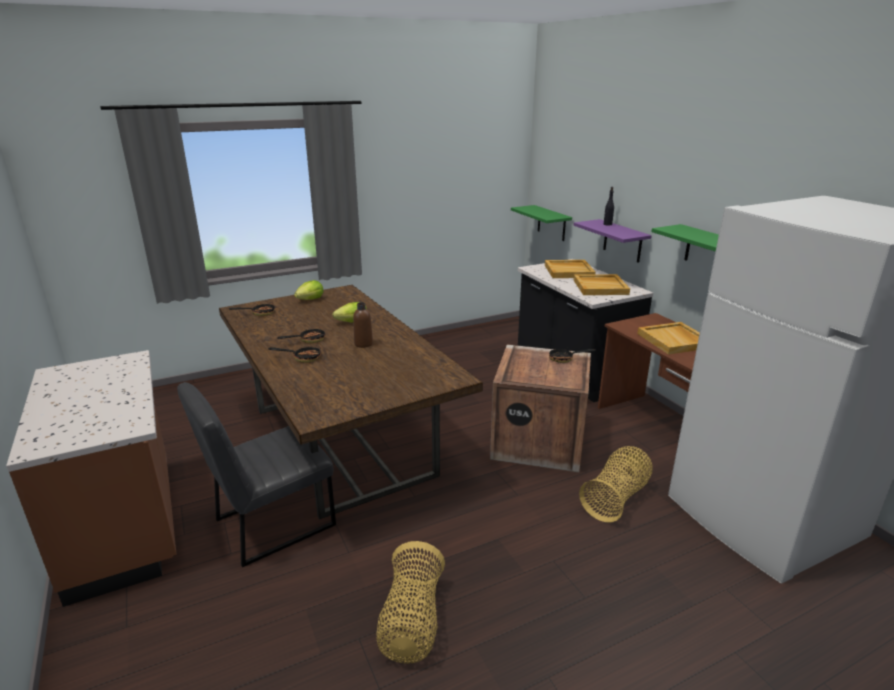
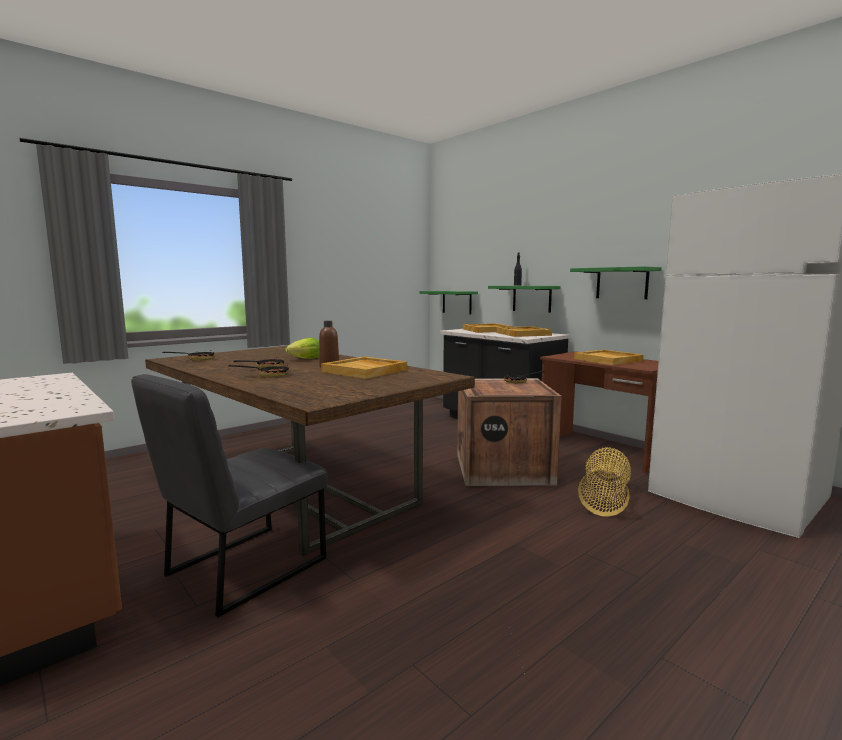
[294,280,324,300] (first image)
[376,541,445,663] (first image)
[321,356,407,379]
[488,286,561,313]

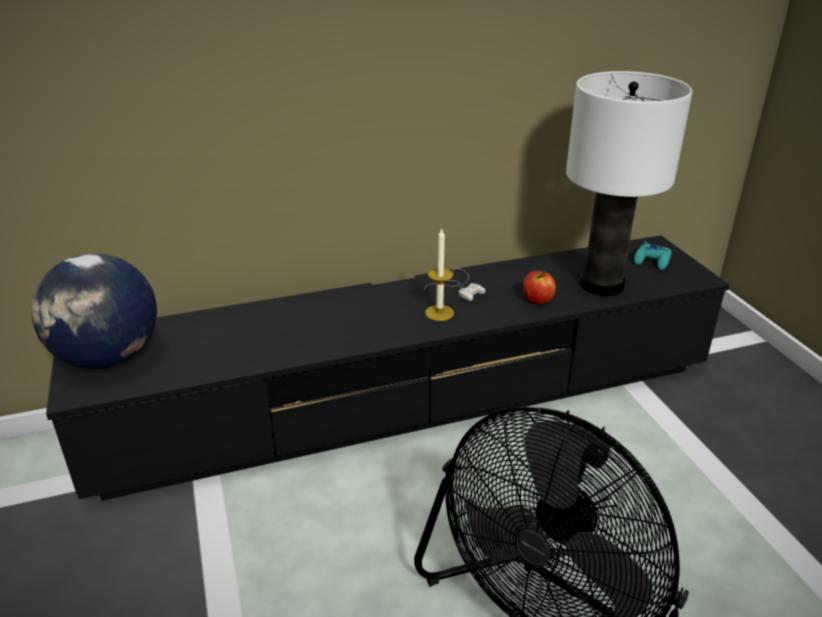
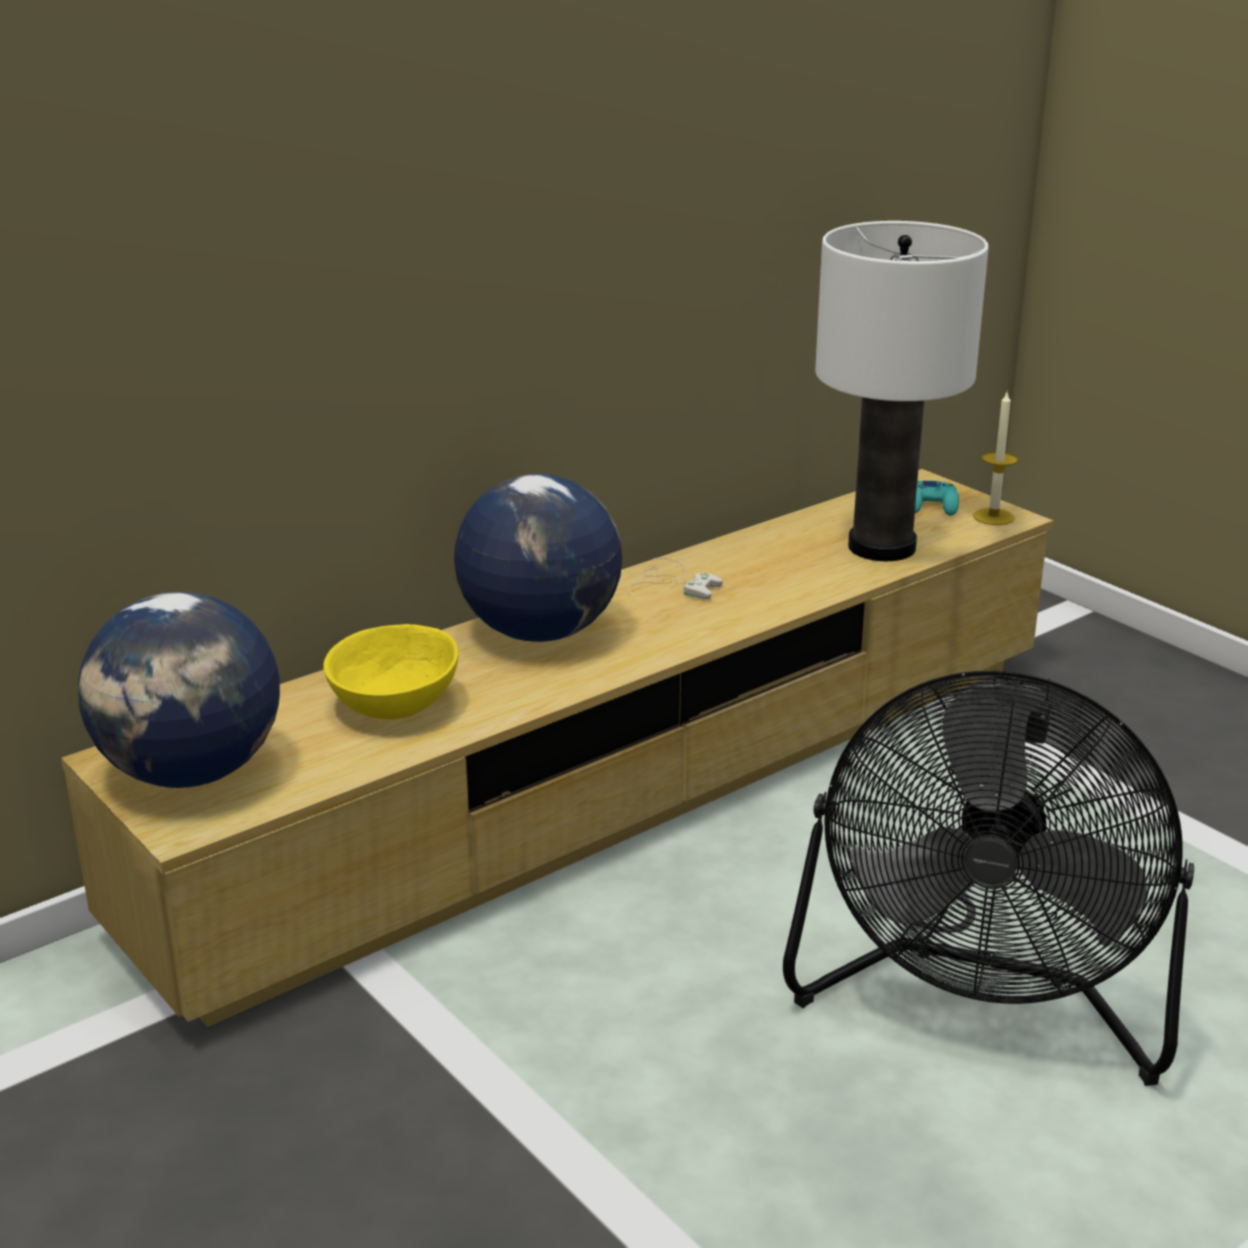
[523,271,556,304] (first image)
[323,624,459,719]
[454,474,622,642]
[973,392,1018,525]
[61,469,1053,1027]

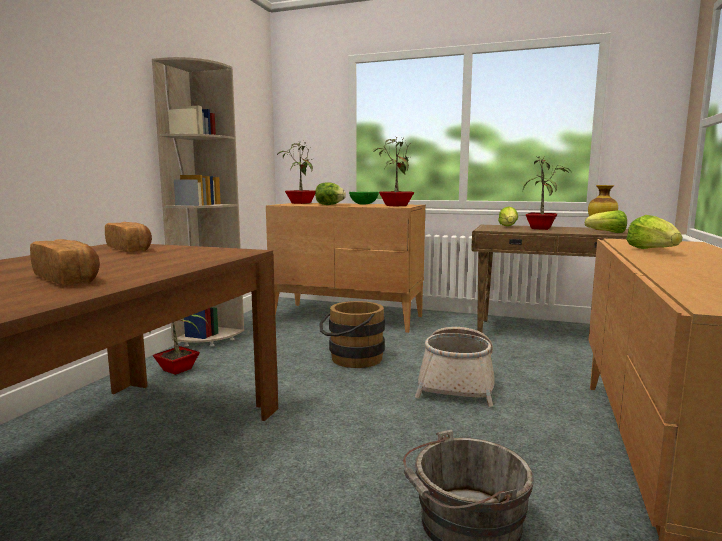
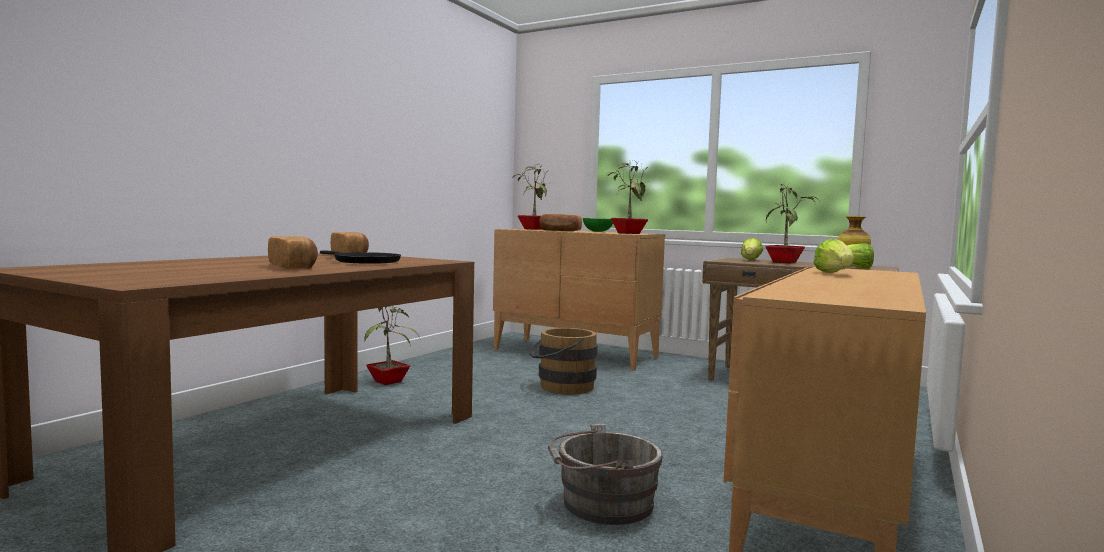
[152,57,244,347] (first image)
[415,327,494,407] (first image)
[320,251,401,264]
[540,214,582,231]

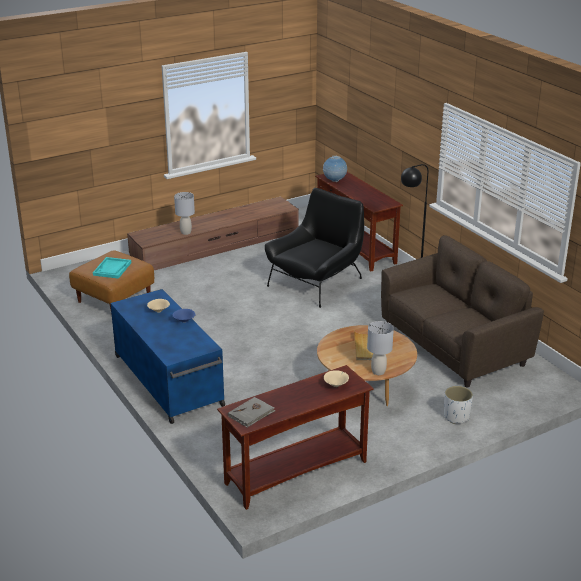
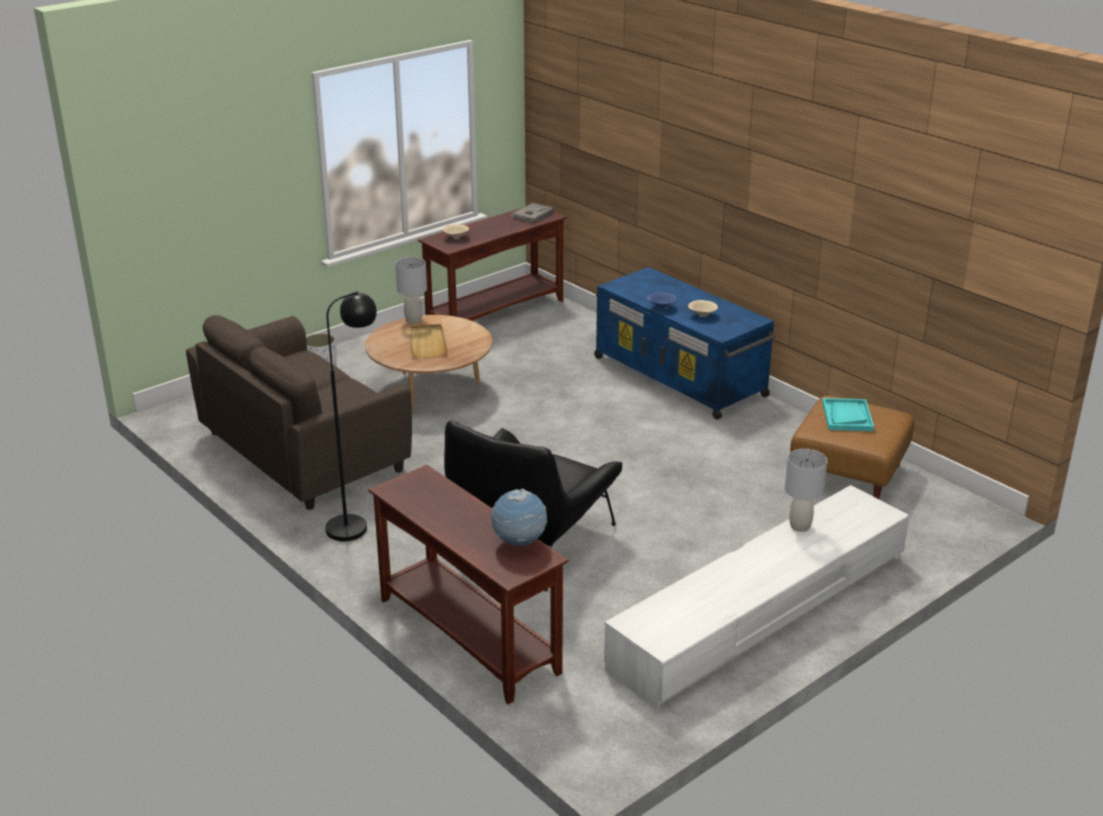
[604,485,909,710]

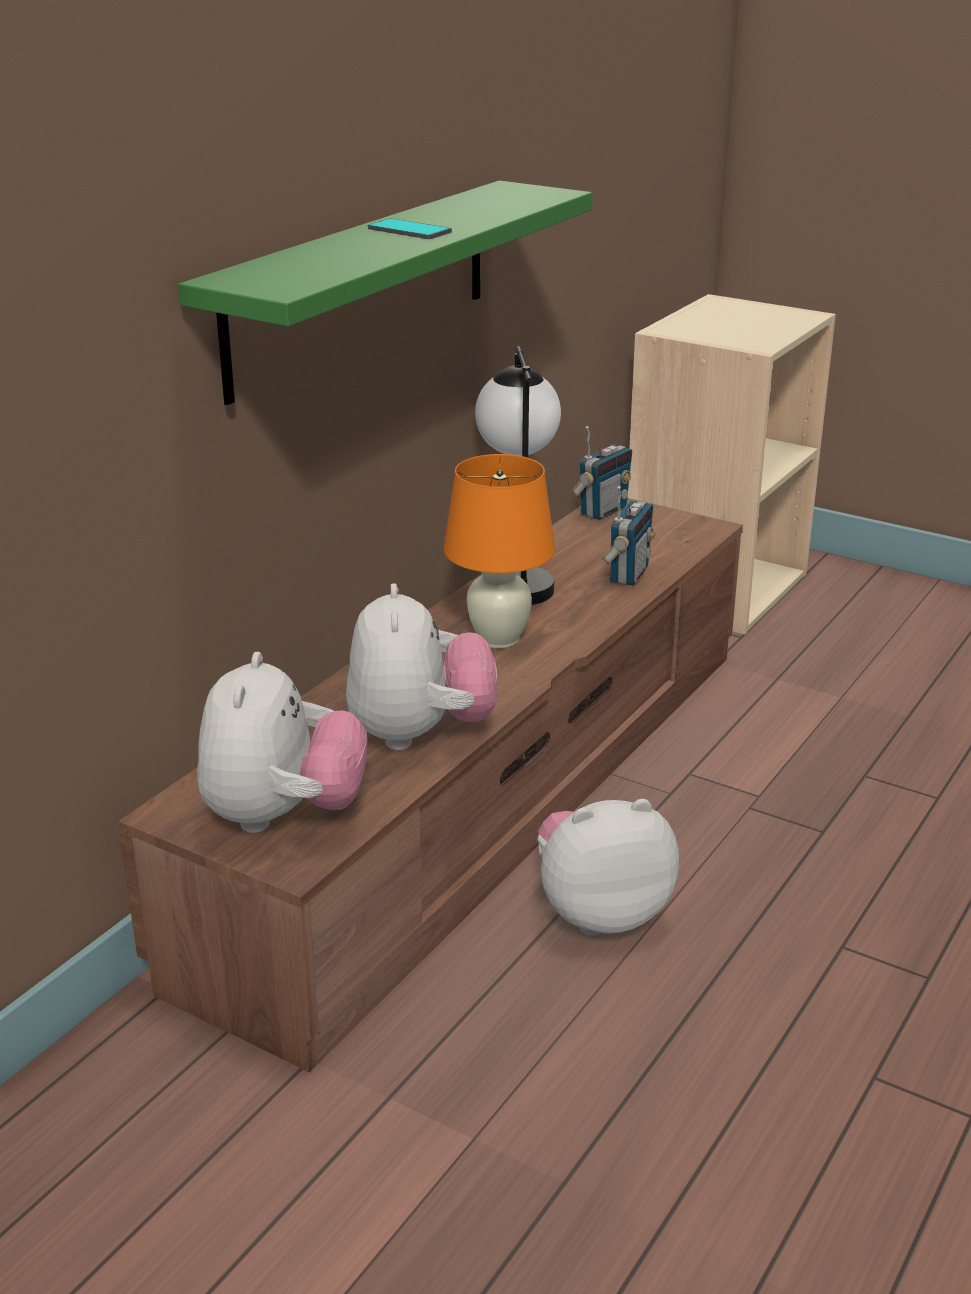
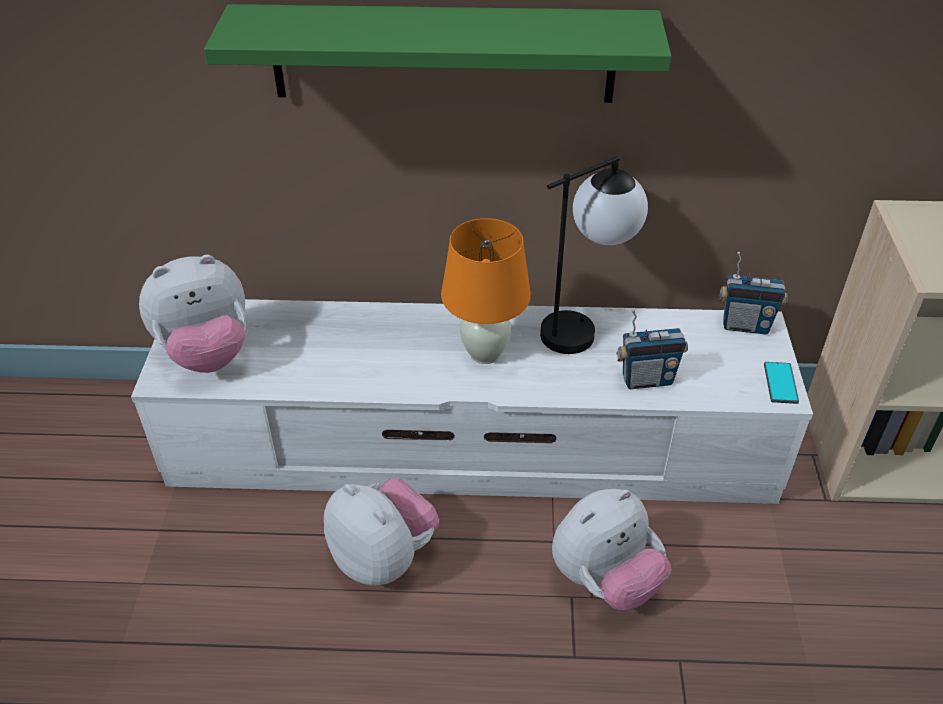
[552,489,672,611]
[764,362,799,404]
[131,299,813,504]

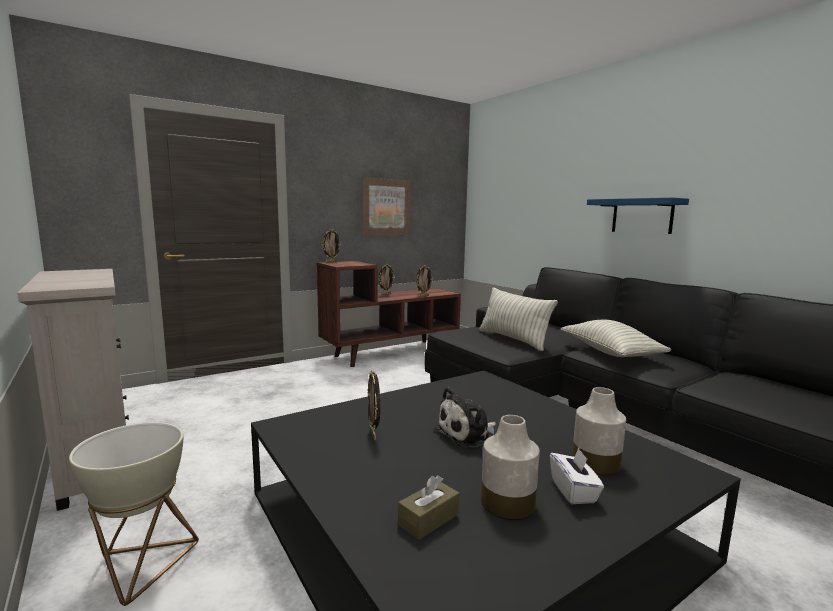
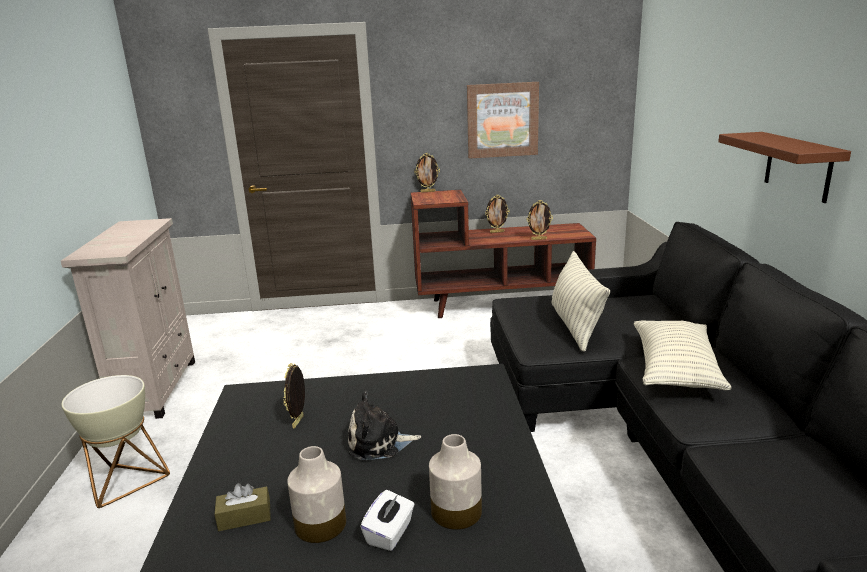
[718,132,851,203]

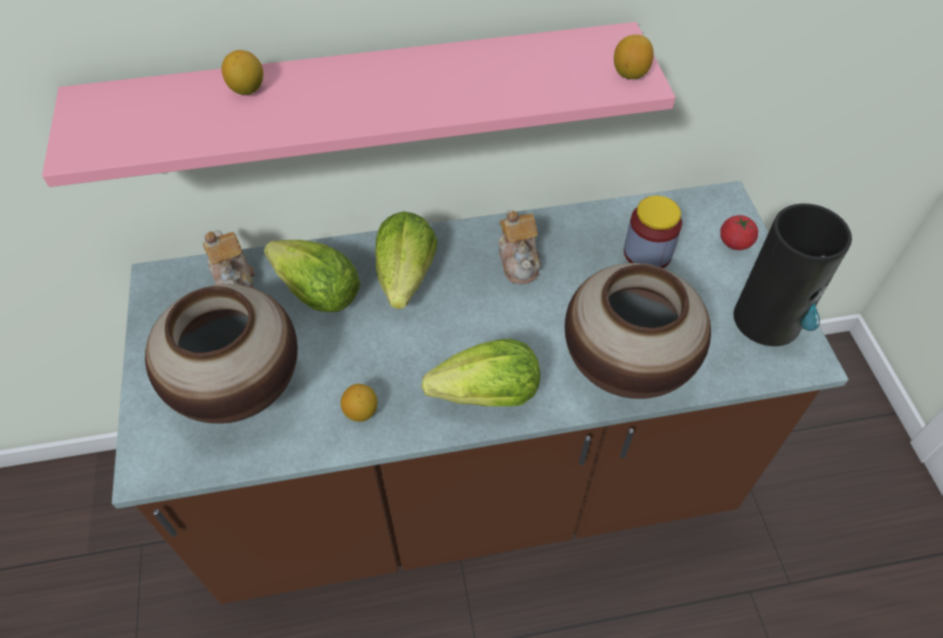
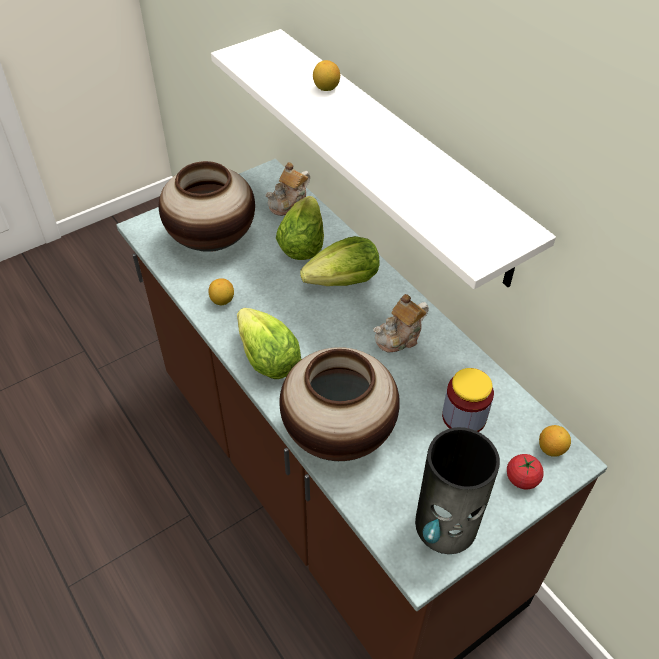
[539,425,571,457]
[211,29,556,289]

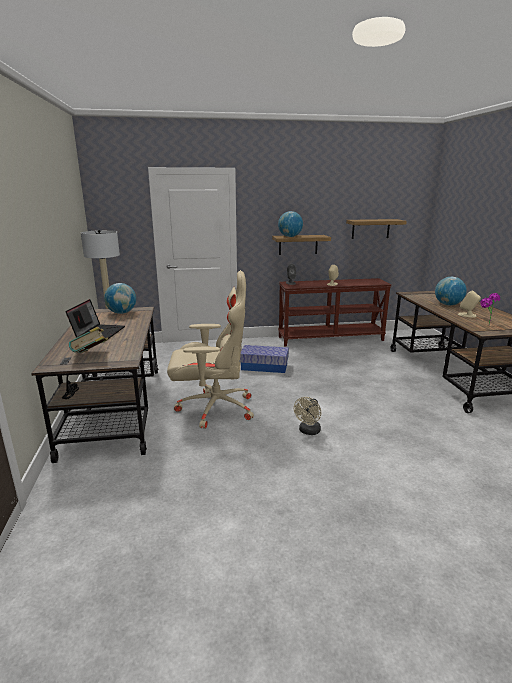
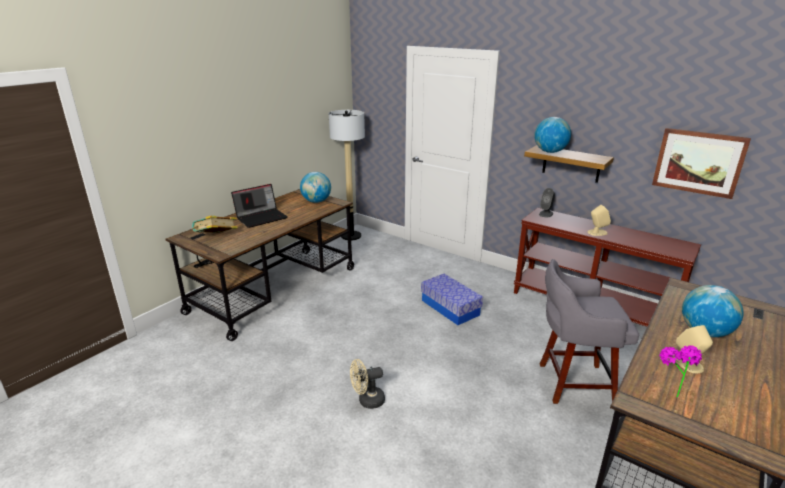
[167,270,254,429] (first image)
[540,259,639,404]
[652,128,751,199]

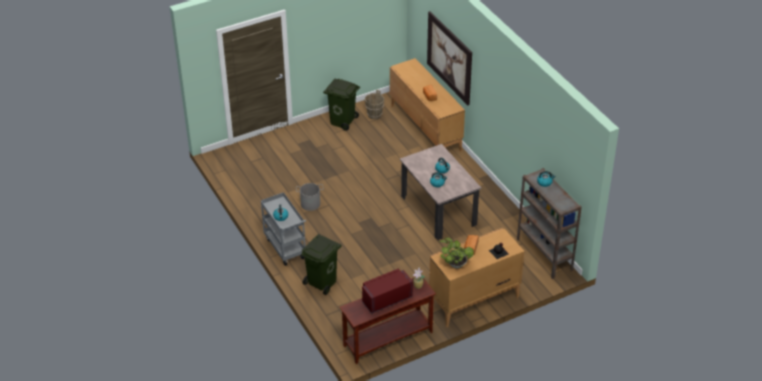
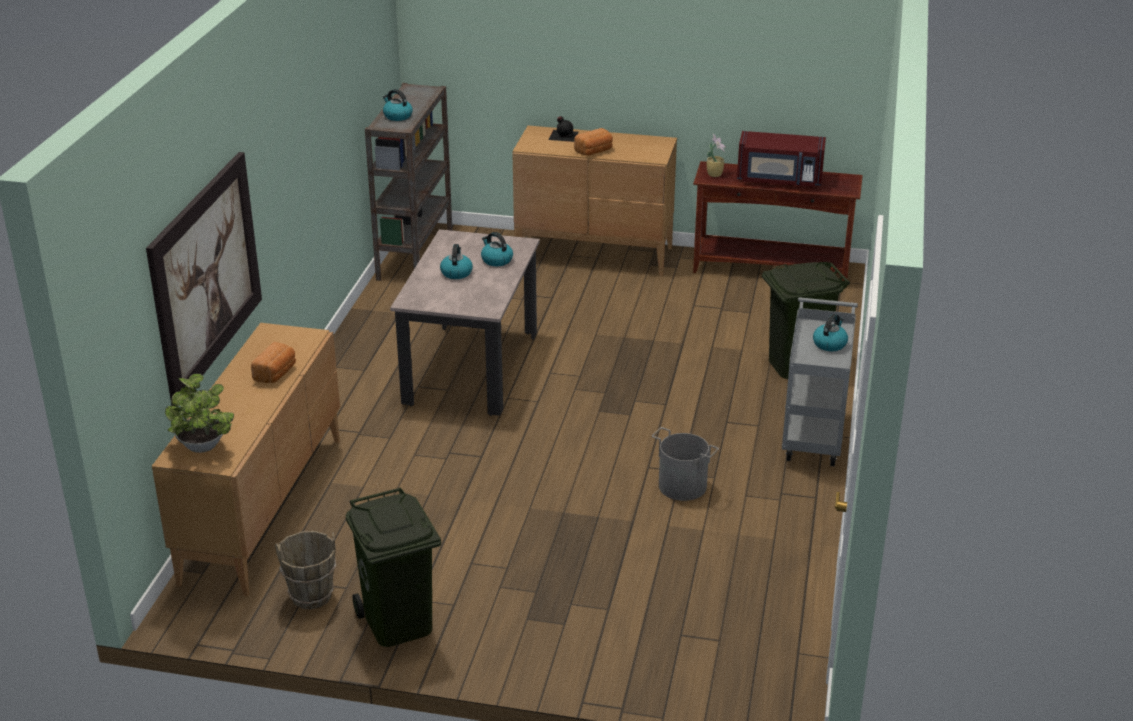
[165,373,234,453]

